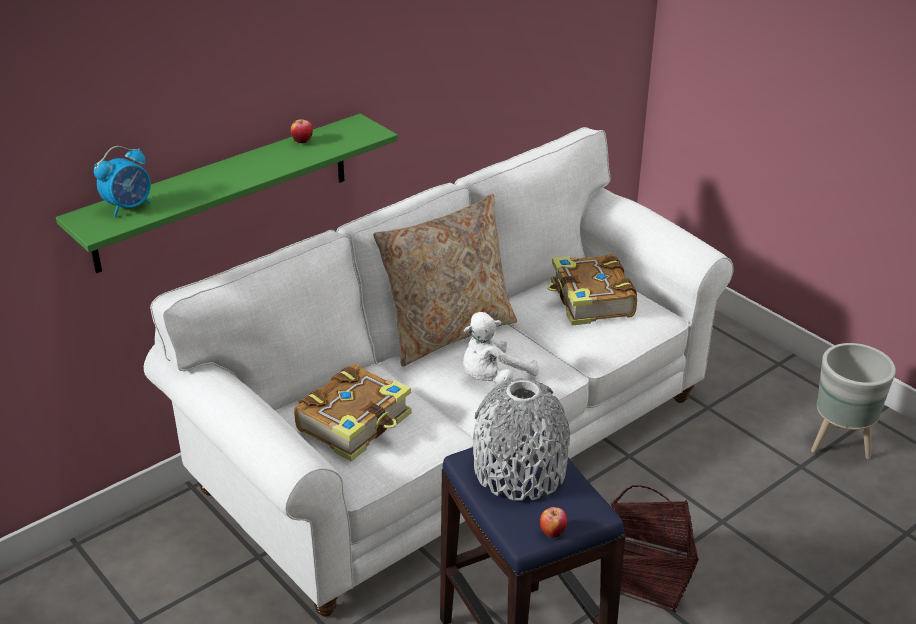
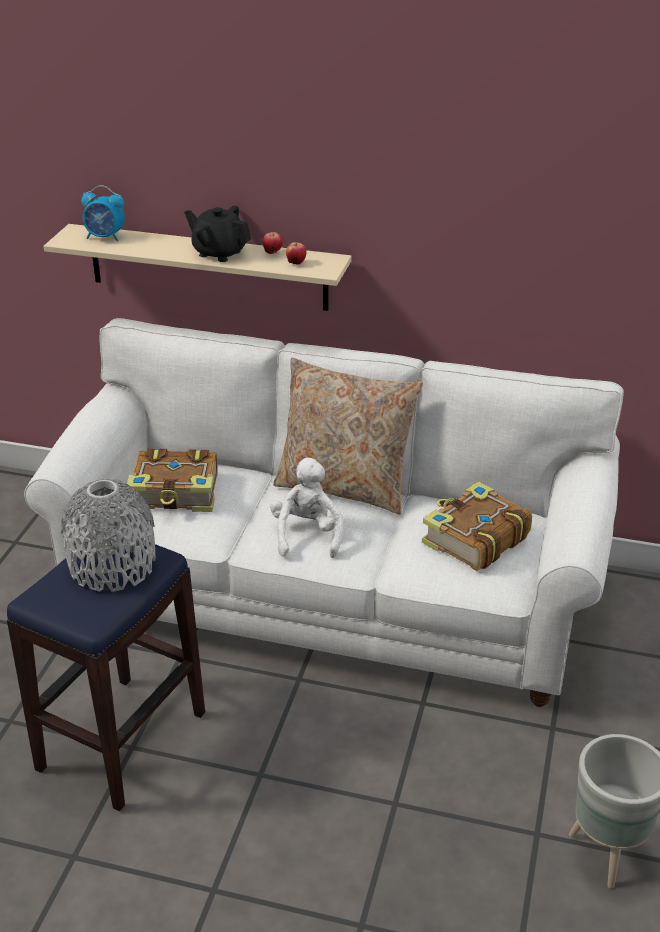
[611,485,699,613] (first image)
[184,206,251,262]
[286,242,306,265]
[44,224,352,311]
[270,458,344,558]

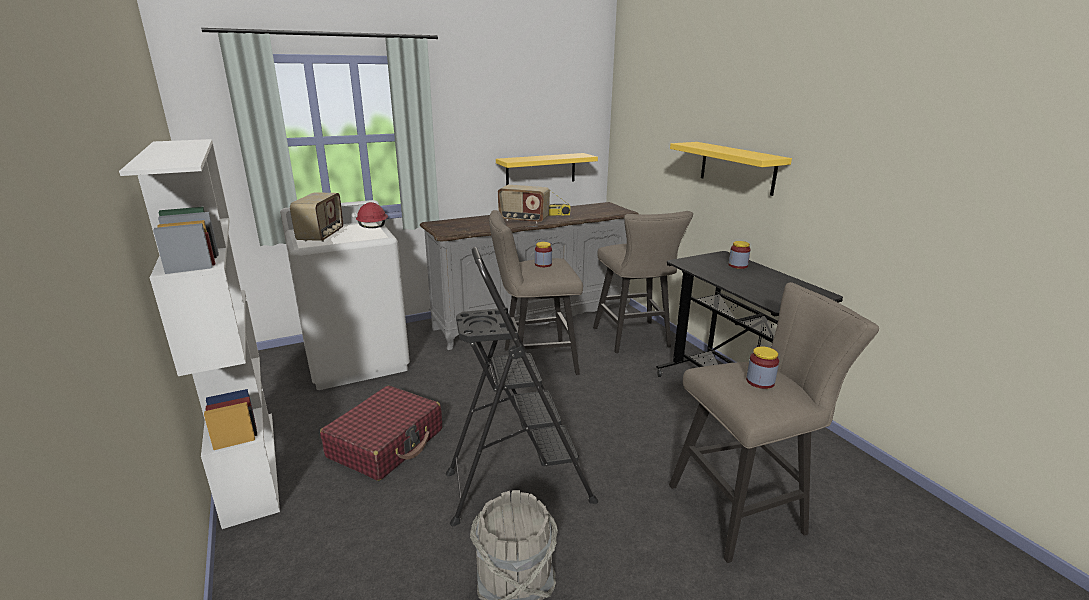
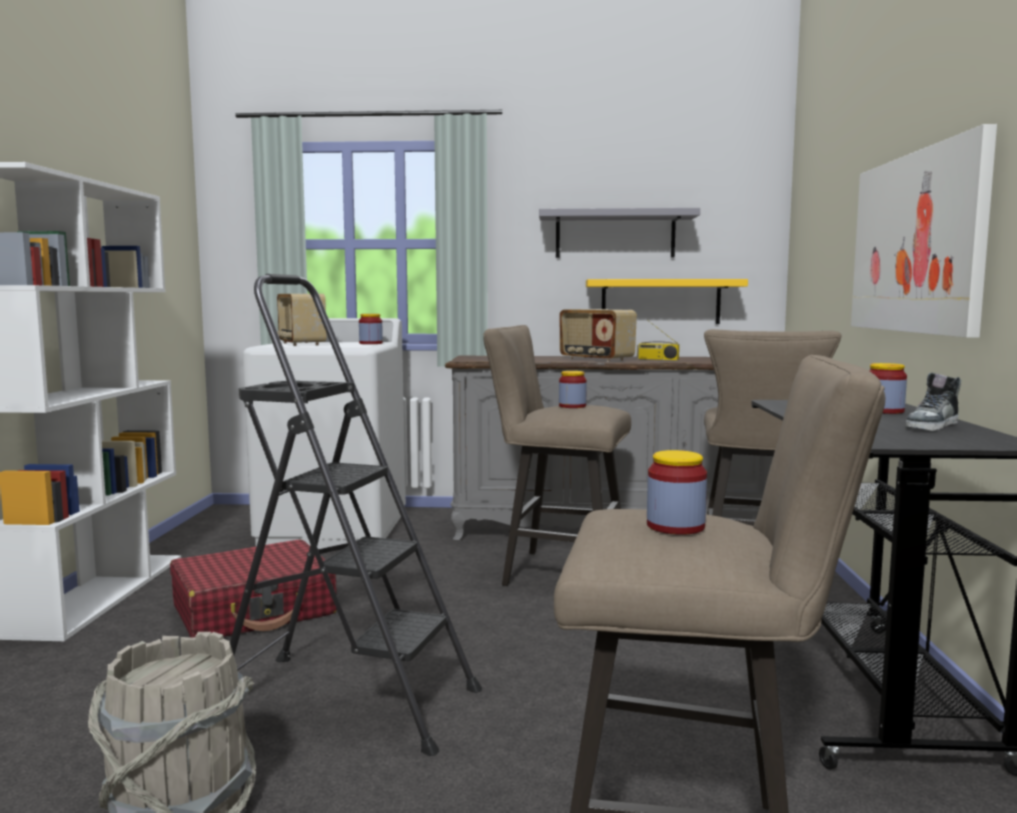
[539,208,700,258]
[906,373,961,431]
[359,314,383,344]
[851,124,997,338]
[277,294,326,346]

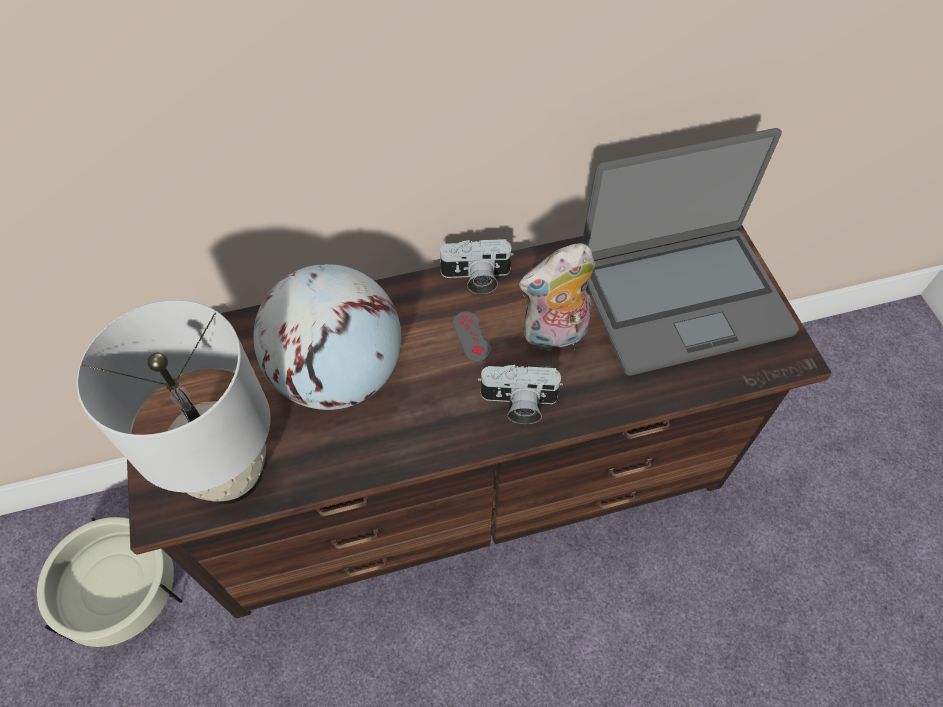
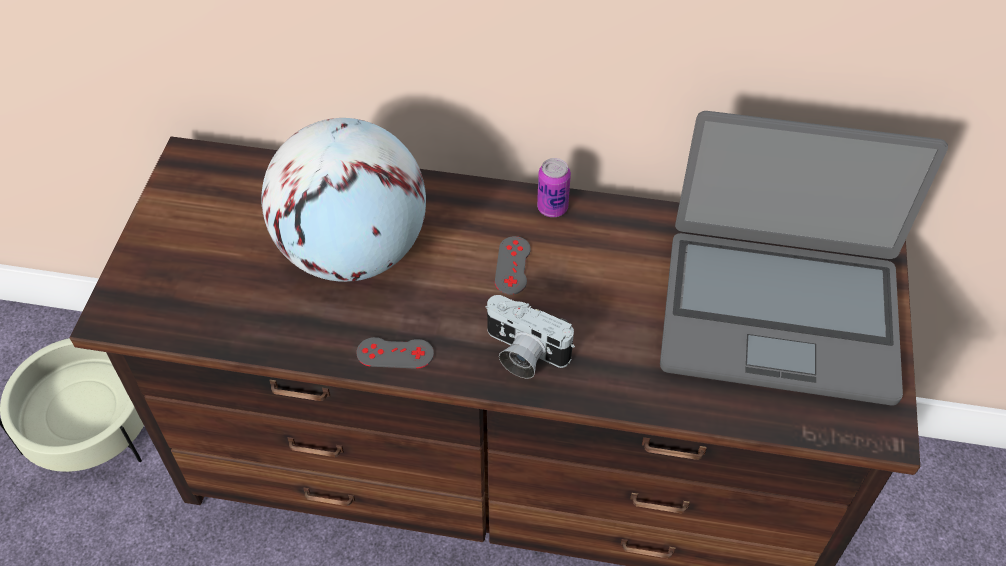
[76,300,271,504] (first image)
[519,243,596,351] (first image)
[356,337,434,369]
[537,158,571,217]

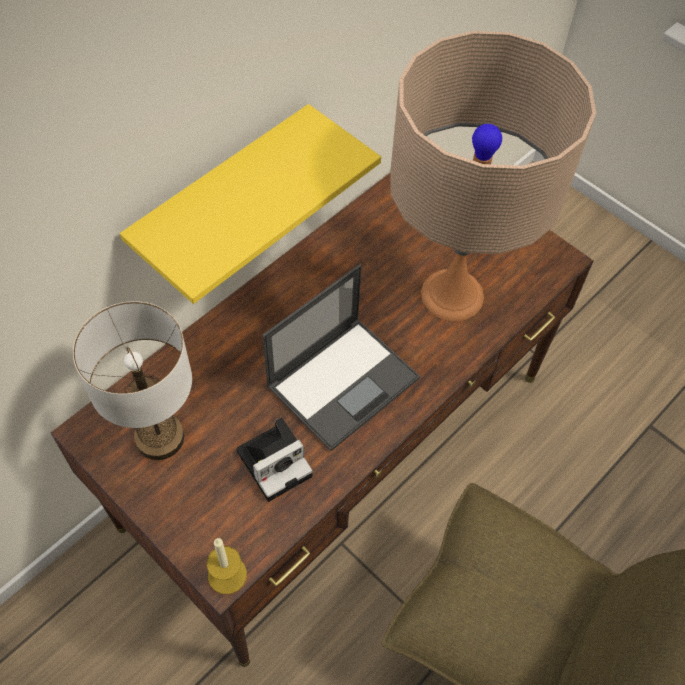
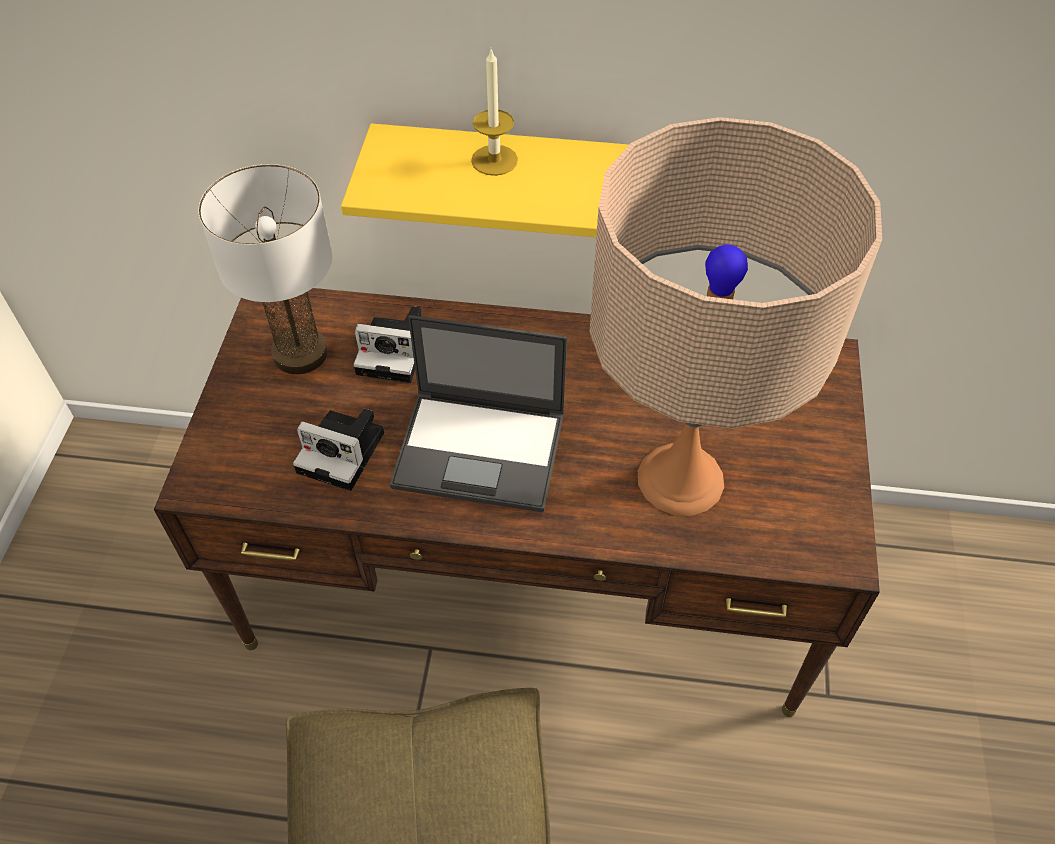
[353,306,421,383]
[471,49,518,176]

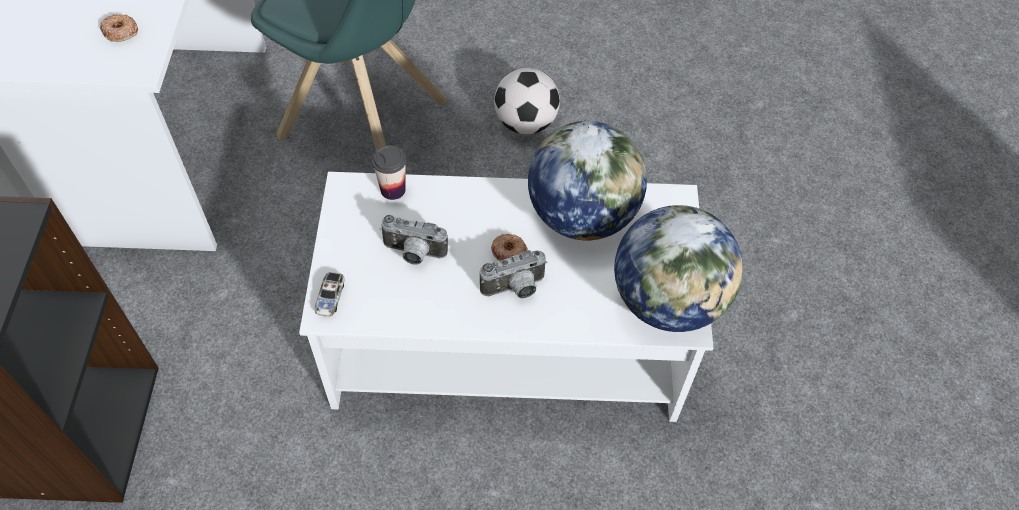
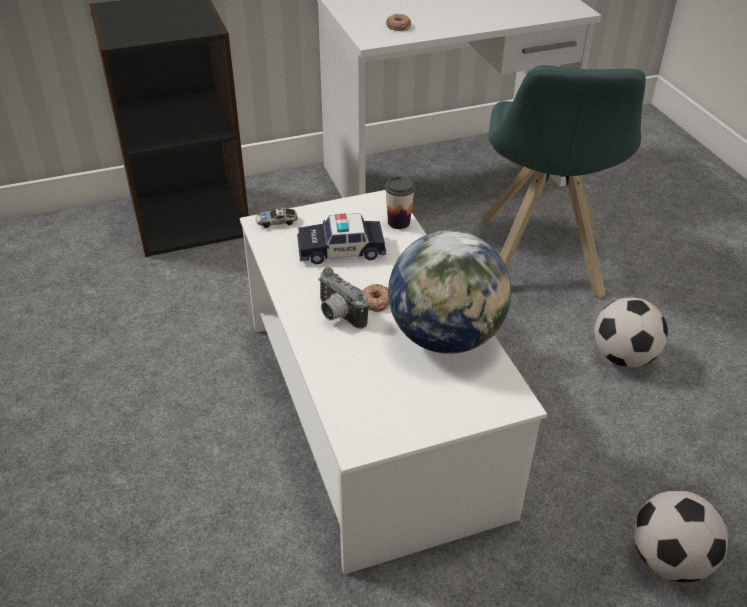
[614,205,743,332] (first image)
[634,490,728,582]
[297,213,386,264]

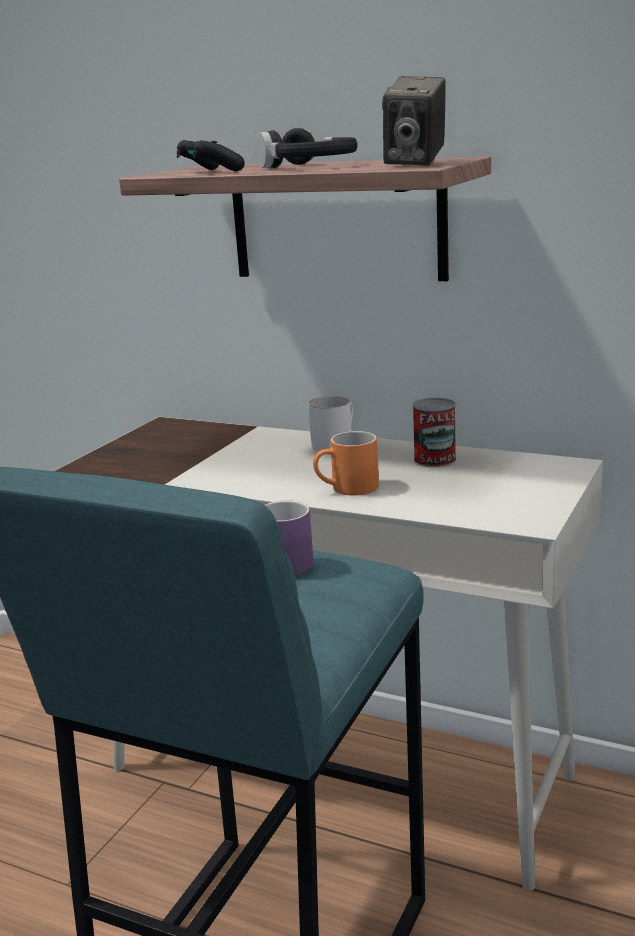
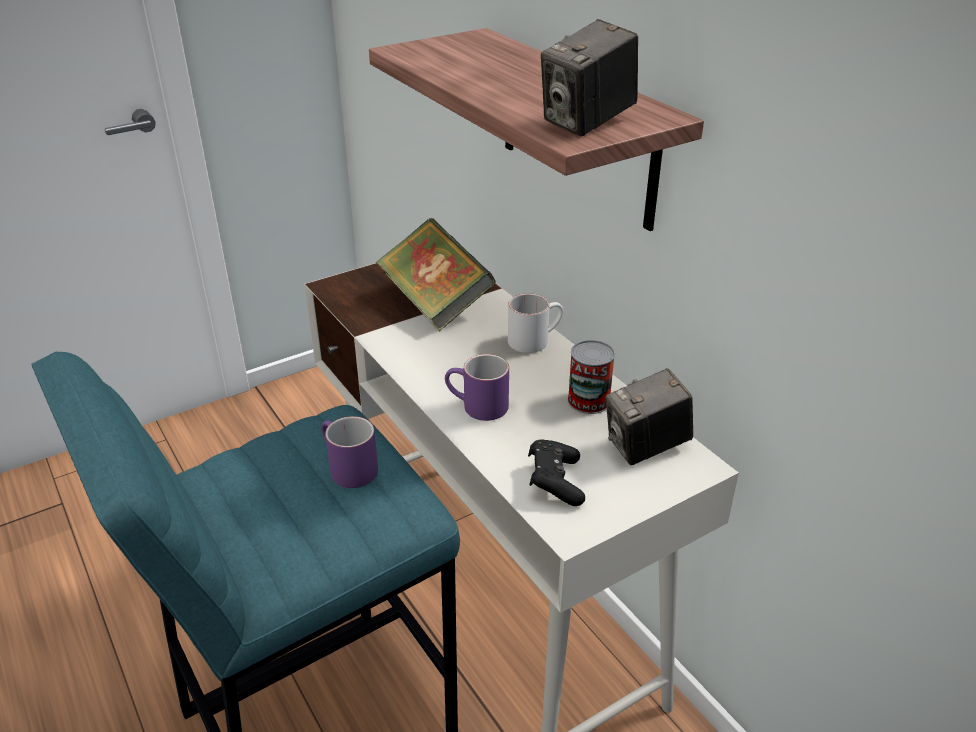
[255,128,358,168] (first image)
[376,218,496,331]
[605,368,693,465]
[528,439,585,506]
[445,354,509,421]

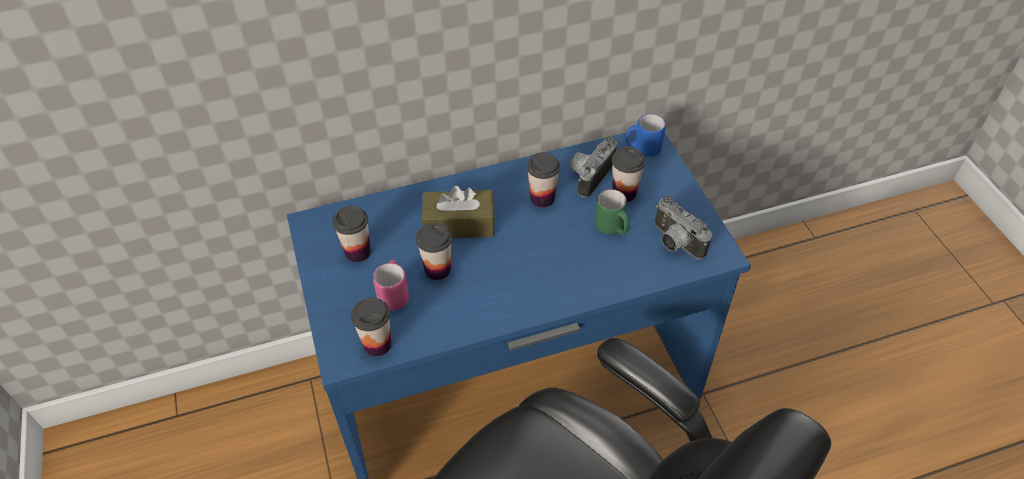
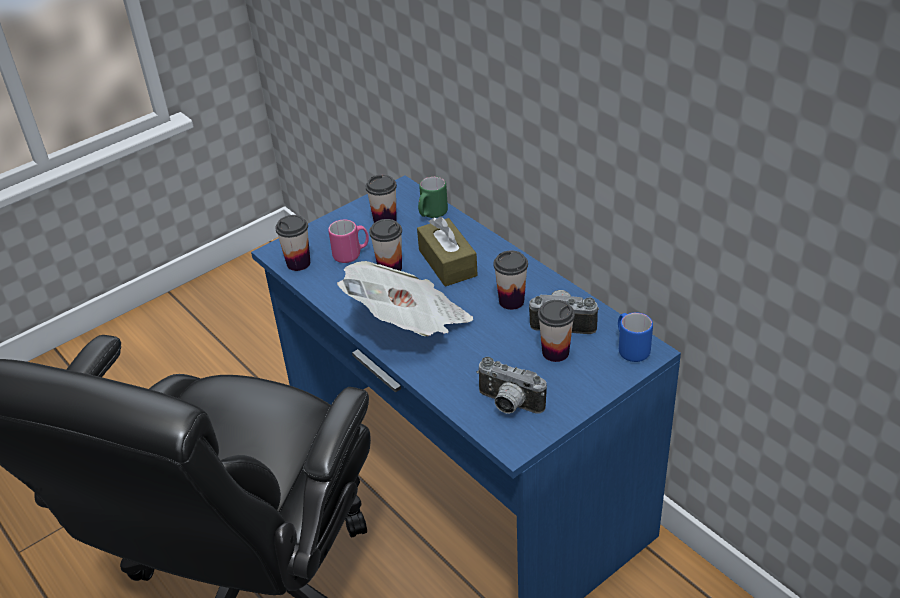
[337,261,473,337]
[418,176,448,218]
[476,357,547,414]

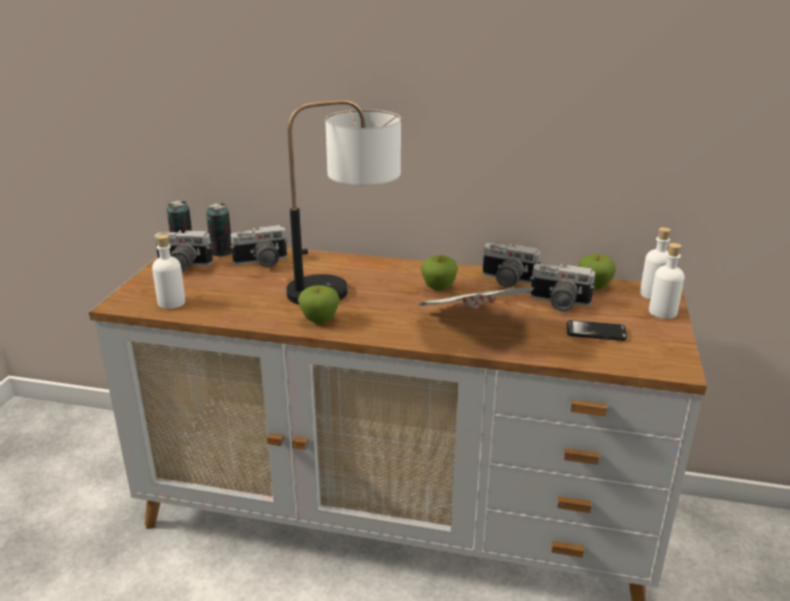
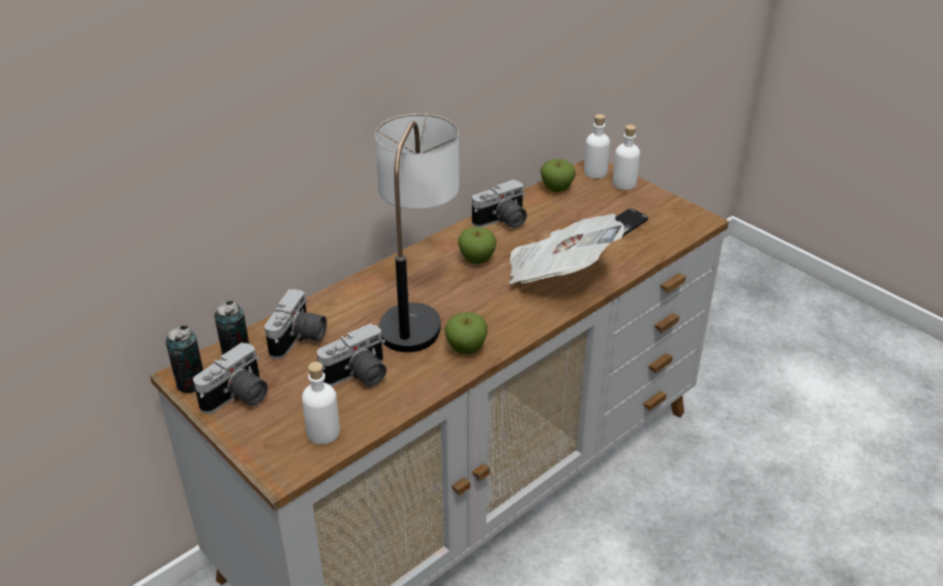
[317,324,386,387]

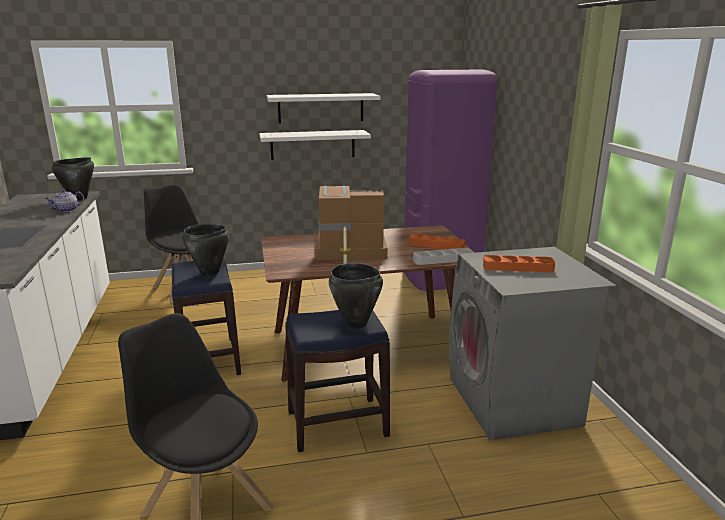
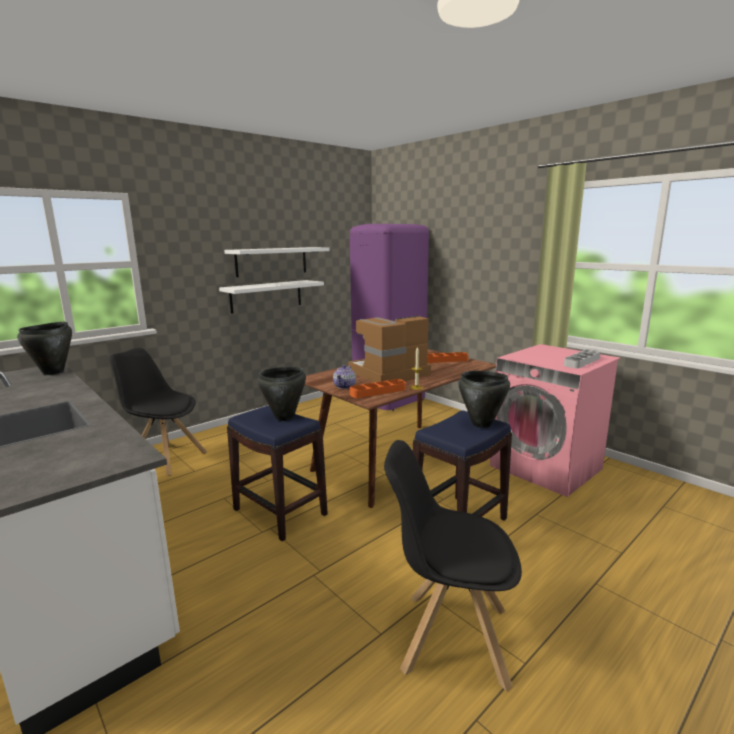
[333,365,356,389]
[564,349,601,368]
[350,379,406,398]
[490,344,620,497]

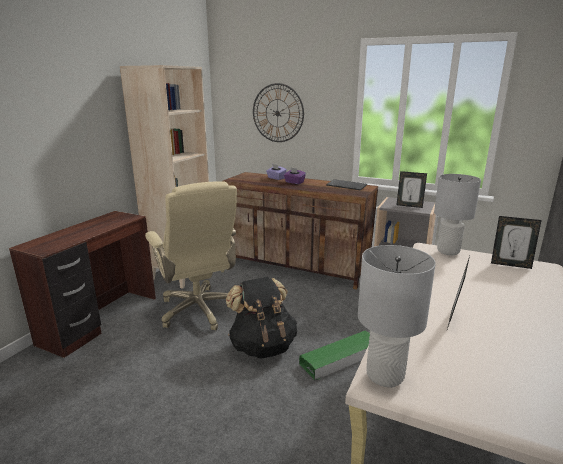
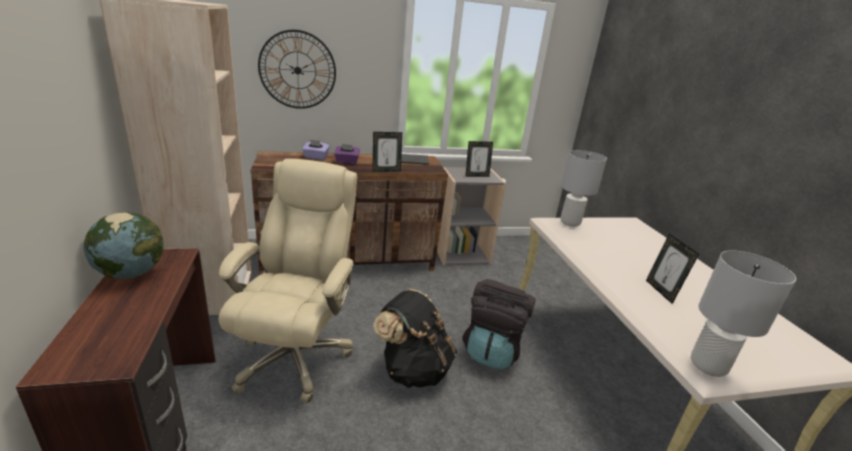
[83,212,164,279]
[372,132,402,172]
[462,279,536,369]
[219,159,357,404]

